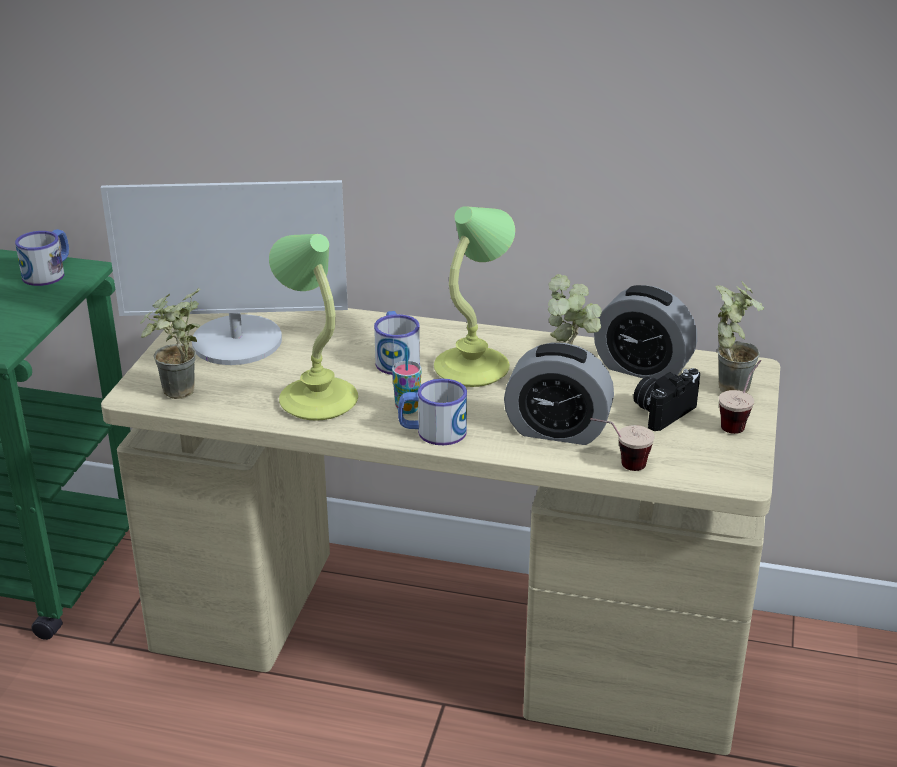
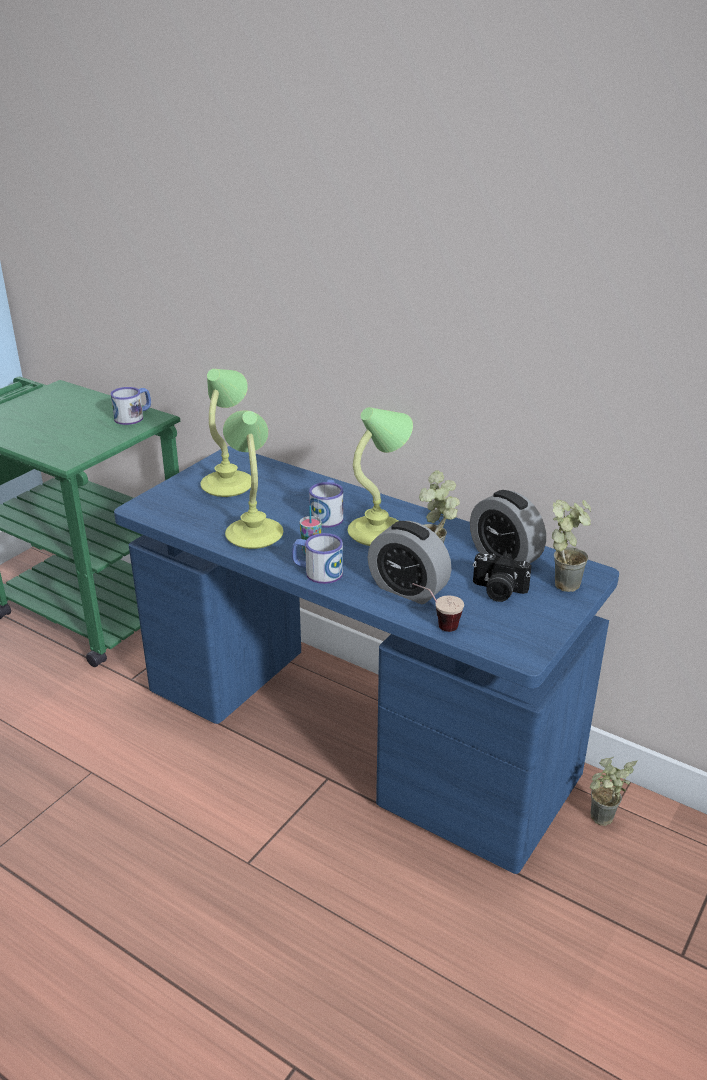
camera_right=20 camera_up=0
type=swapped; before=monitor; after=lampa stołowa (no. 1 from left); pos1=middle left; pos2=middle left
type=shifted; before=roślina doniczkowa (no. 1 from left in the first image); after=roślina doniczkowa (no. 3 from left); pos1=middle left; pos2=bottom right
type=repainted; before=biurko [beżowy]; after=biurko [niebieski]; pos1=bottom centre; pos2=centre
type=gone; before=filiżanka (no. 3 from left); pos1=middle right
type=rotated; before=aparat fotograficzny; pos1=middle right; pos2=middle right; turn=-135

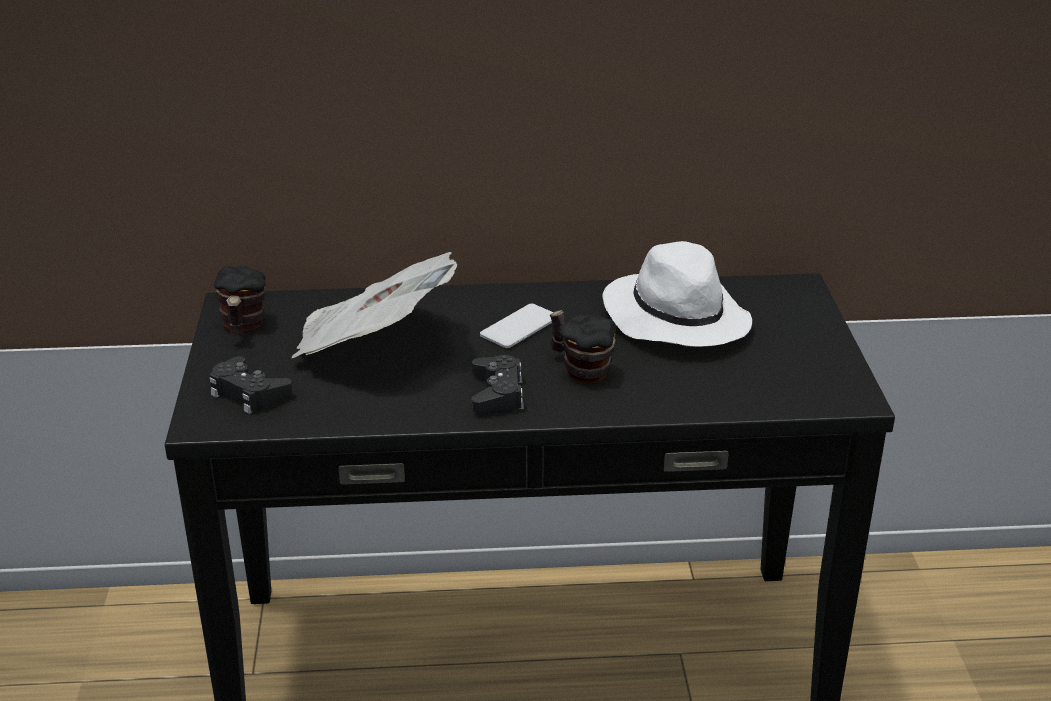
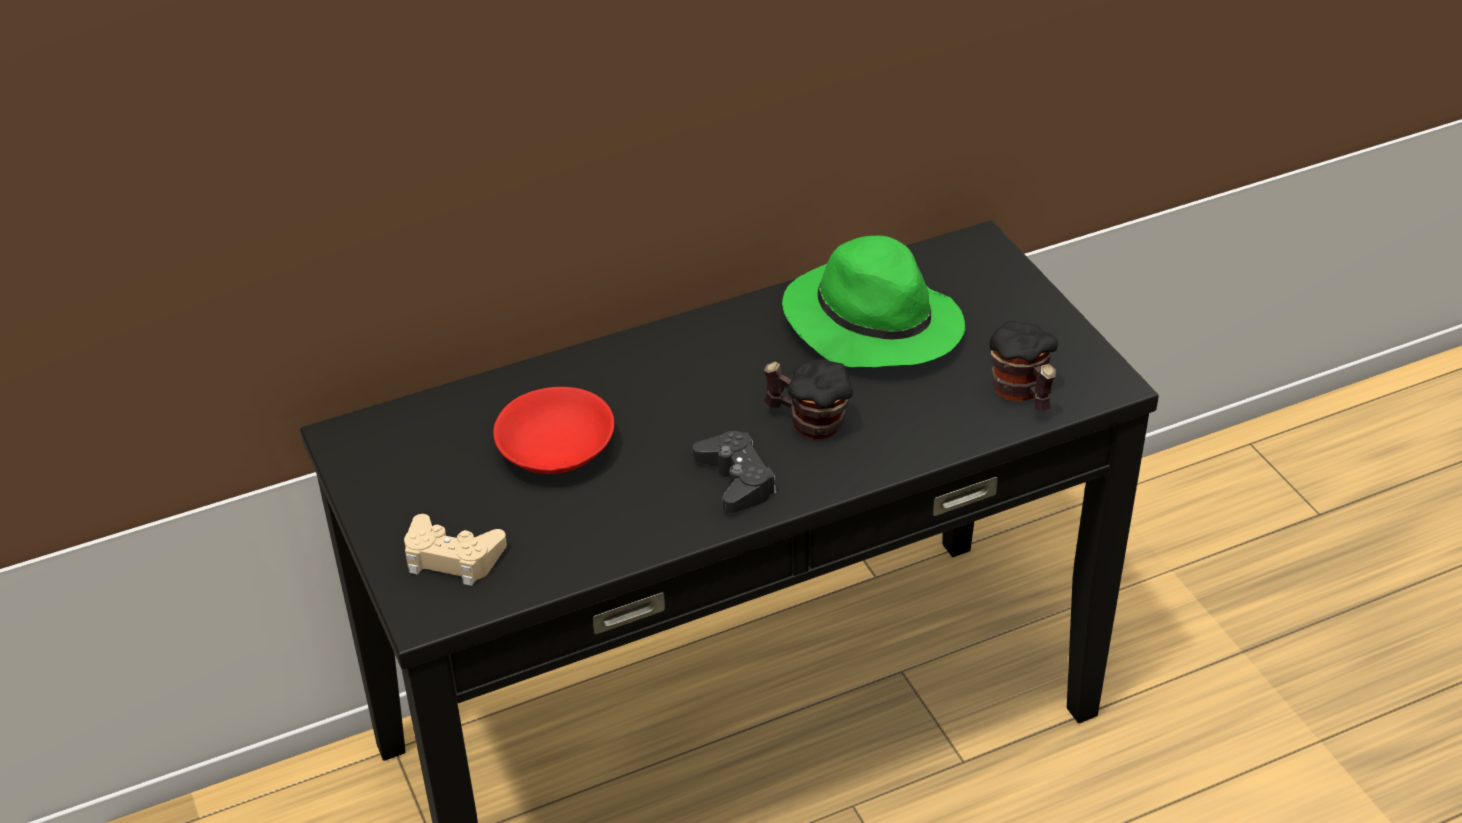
camera_right=-20 camera_up=10
type=repainted; before=kapelusz [biały]; after=kapelusz [zielony]; pos1=centre; pos2=centre
type=swapped; before=gazeta; after=miska [czerwony]; pos1=centre; pos2=centre
type=shifted; before=kubek (no. 1 from left in the first image); after=kubek (no. 2 from left); pos1=middle left; pos2=middle right
type=gone; before=telefon; pos1=centre
type=repainted; before=pad do gier [czarny] (no. 1 from left); after=pad do gier [beżowy]; pos1=middle left; pos2=bottom left

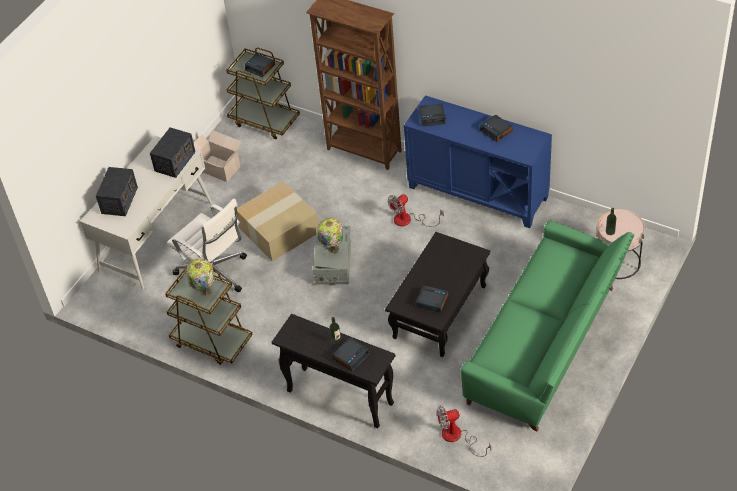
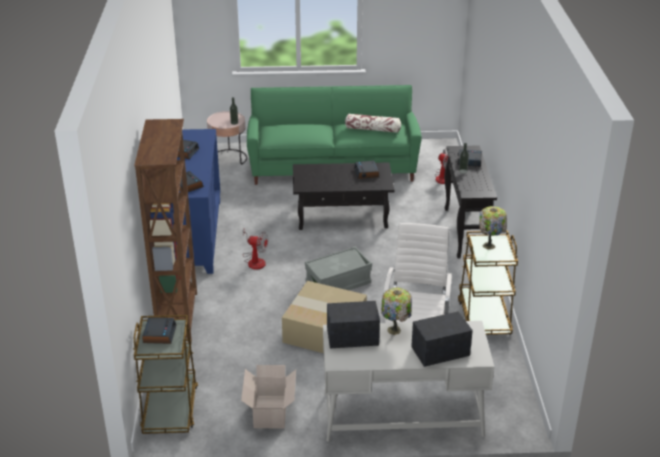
camera_right=-125 camera_up=-15
type=shifted; before=lampa stołowa (no. 2 from left in the first image); after=lampa stołowa (no. 1 from left); pos1=centre; pos2=bottom centre
type=new; after=poduszka; pos2=top centre

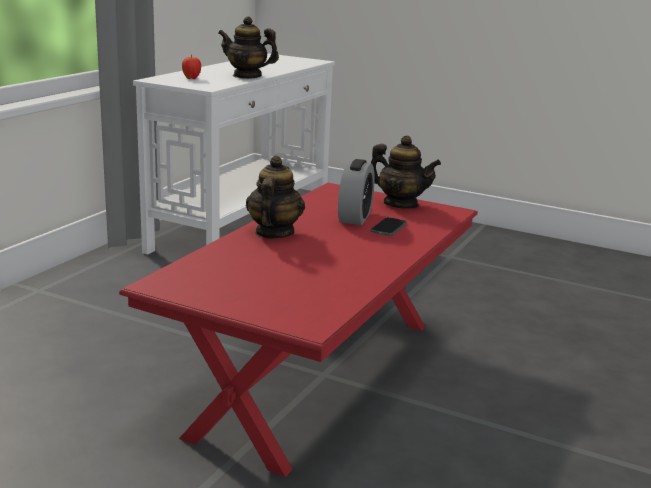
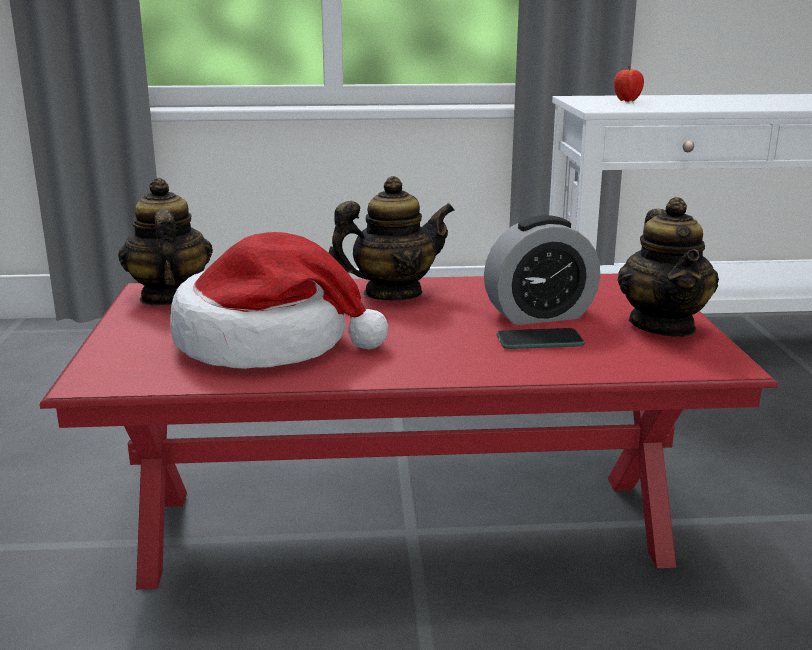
camera_right=60 camera_up=0
type=shifted; before=imbryk (no. 1 from left); pos1=top centre; pos2=middle left
type=new; after=kapelusz; pos2=centre

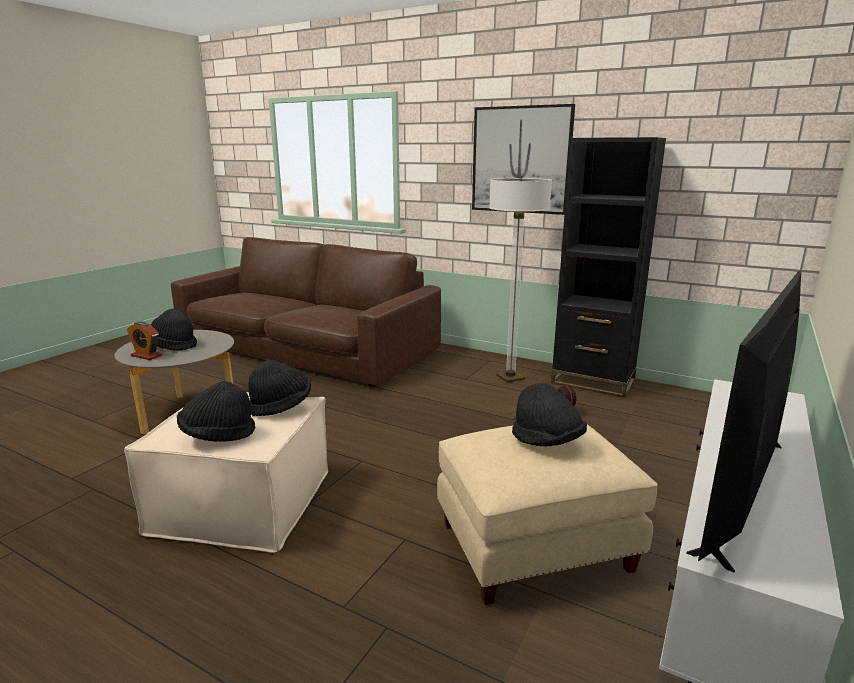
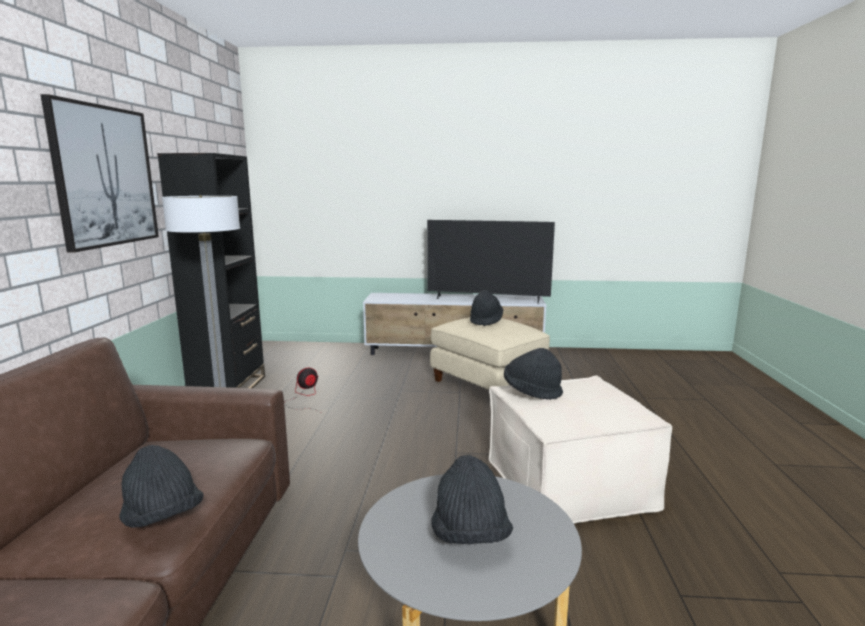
camera_right=-115 camera_up=-5
type=gone; before=budzik; pos1=middle left
type=shifted; before=kapelusz [czarny] (no. 2 from left in the first image); after=kapelusz [czarny] (no. 1 from left); pos1=middle left; pos2=bottom left

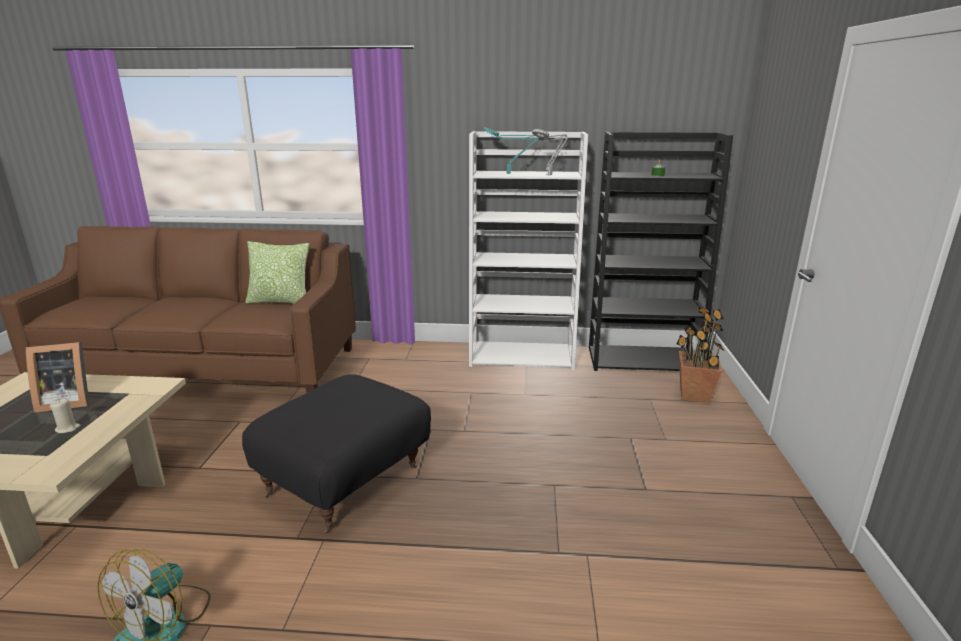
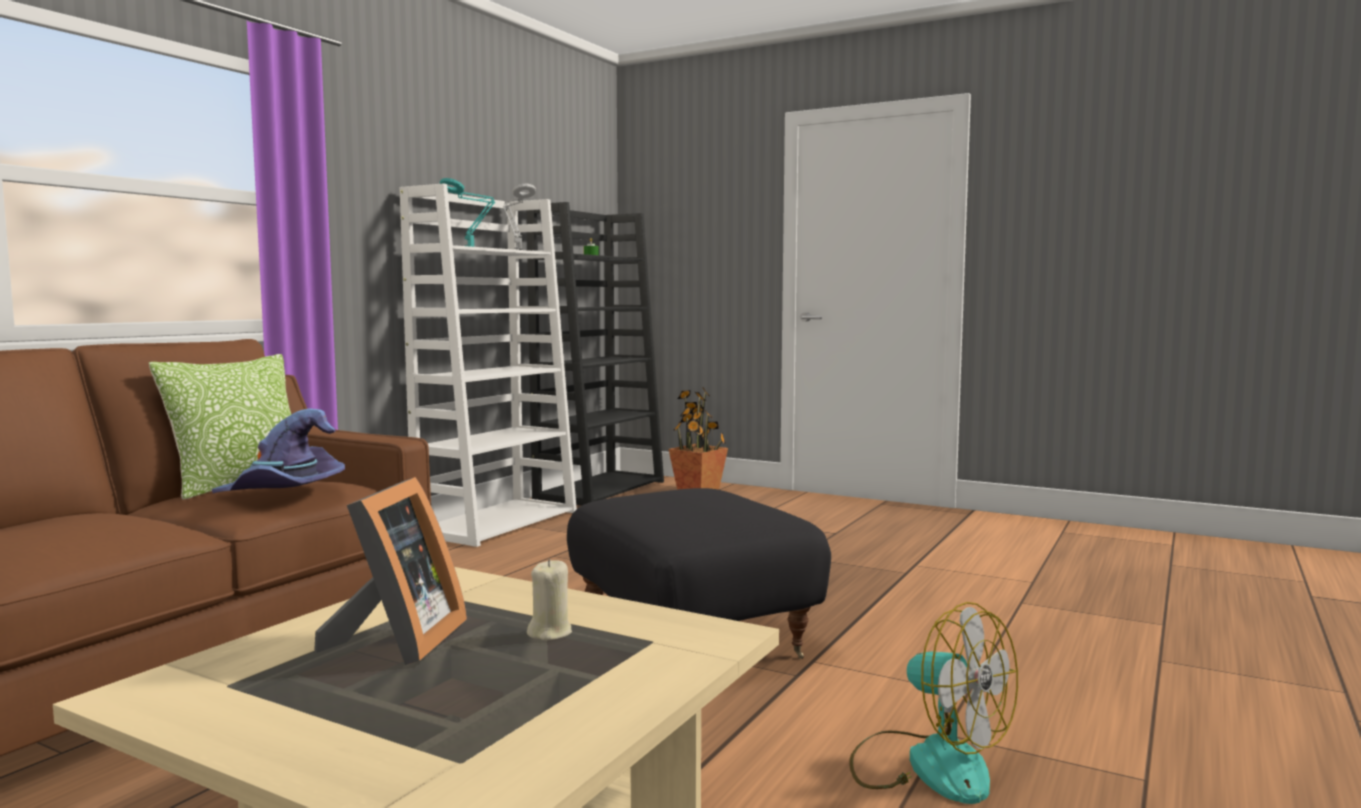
camera_right=-65 camera_up=-15
type=new; after=kapelusz [fioletowy]; pos2=middle left

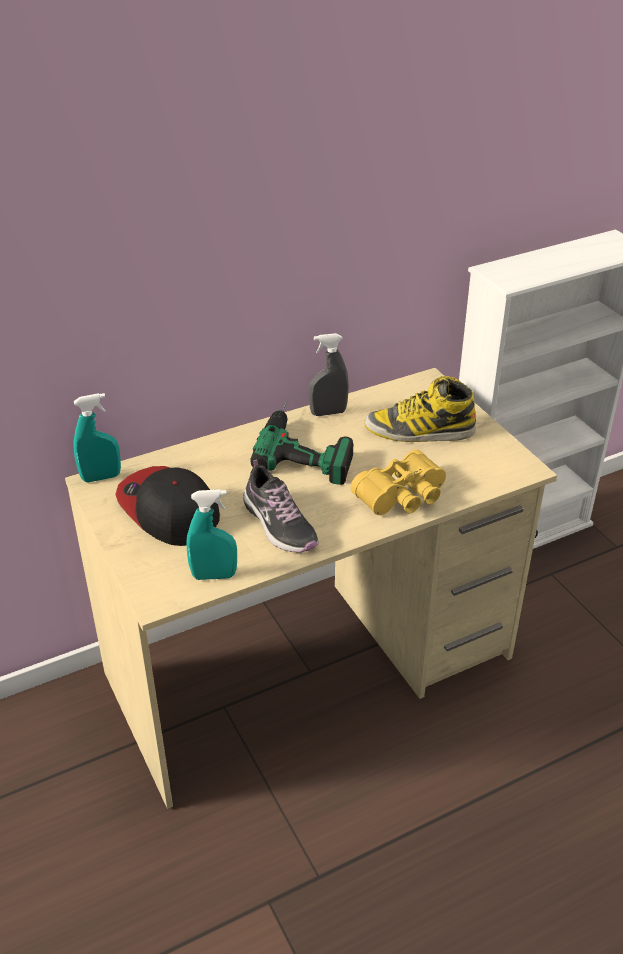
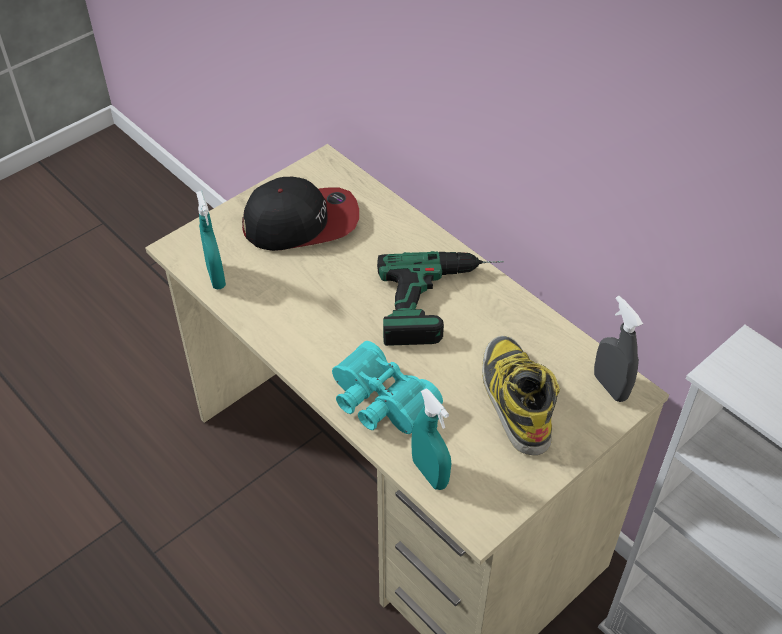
camera_right=75 camera_up=10
type=shifted; before=spryskiwacz [szary]; pos1=centre; pos2=middle right
type=shifted; before=spryskiwacz [turkusowy] (no. 1 from left in the first image); after=spryskiwacz [turkusowy] (no. 2 from left); pos1=middle left; pos2=bottom centre
type=repainted; before=lornetka [żółty]; after=lornetka [turkusowy]; pos1=centre; pos2=centre
type=gone; before=but; pos1=centre
type=rotated; before=czapka z daszkiem; pos1=middle left; pos2=centre; turn=45

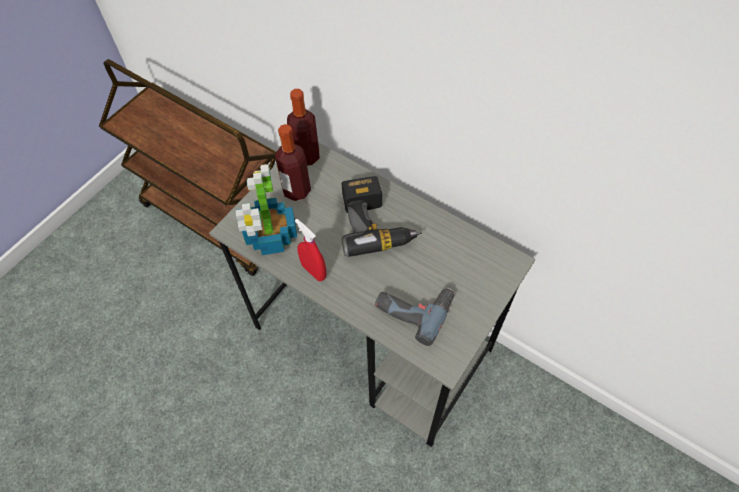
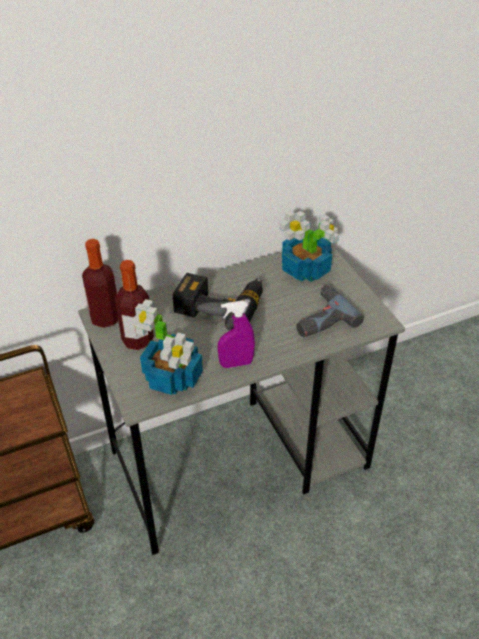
camera_right=-60 camera_up=-15
type=repainted; before=spryskiwacz [czerwony]; after=spryskiwacz [fioletowy]; pos1=centre; pos2=centre
type=new; after=roślina doniczkowa (no. 2 from left); pos2=centre

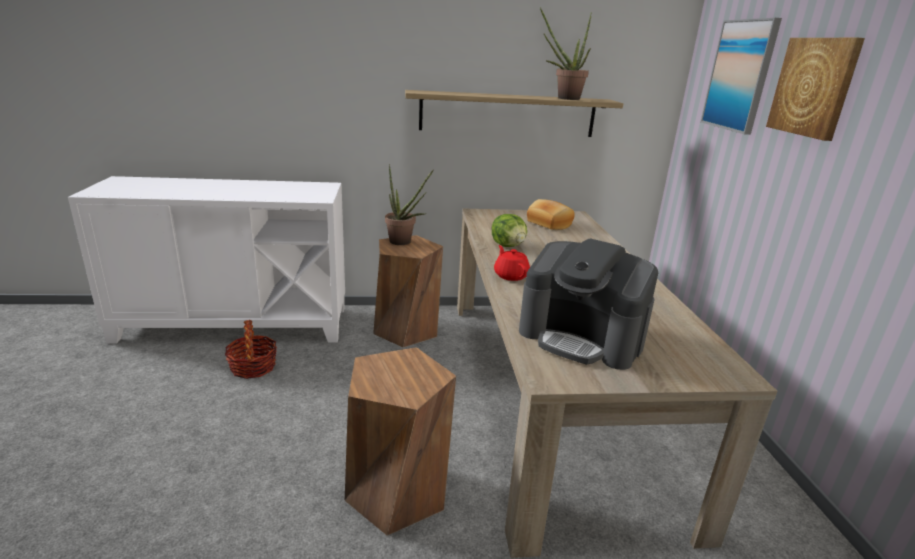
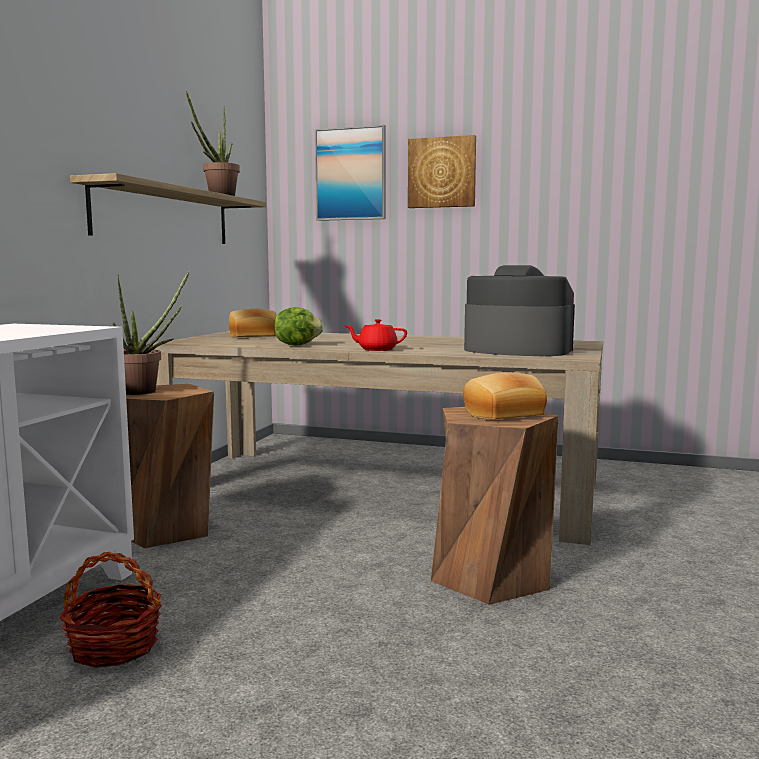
camera_right=-65 camera_up=-15
type=rotated; before=ekspres do kawy; pos1=centre; pos2=middle right; turn=-120
type=new; after=chleb (no. 2 from left); pos2=centre

